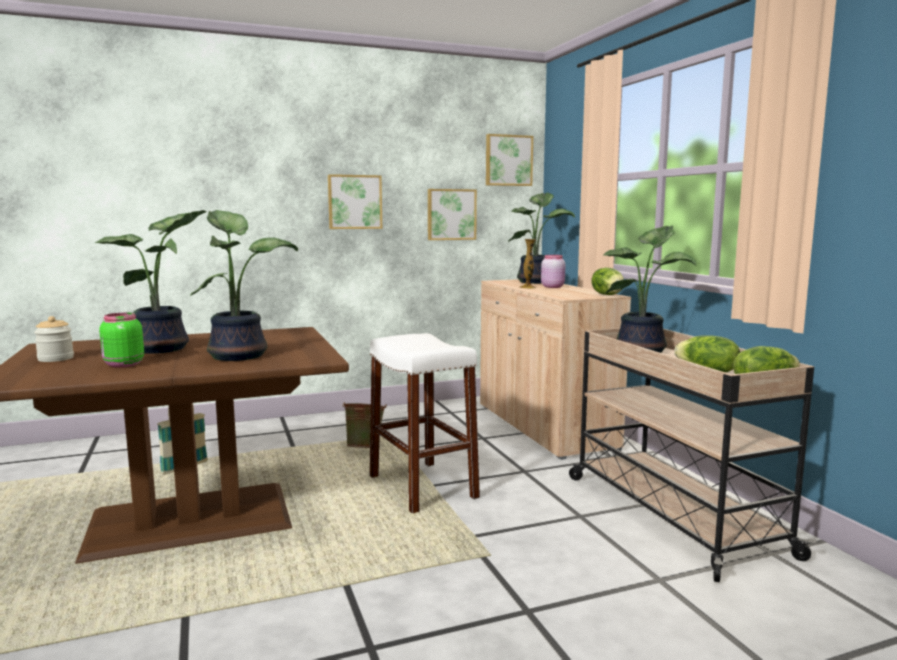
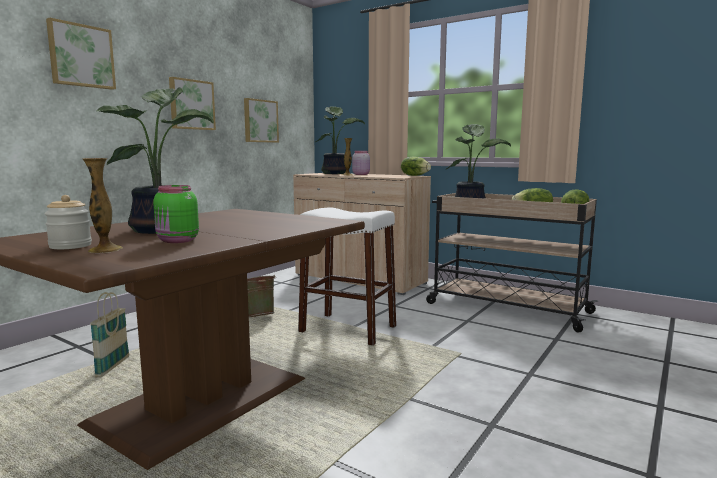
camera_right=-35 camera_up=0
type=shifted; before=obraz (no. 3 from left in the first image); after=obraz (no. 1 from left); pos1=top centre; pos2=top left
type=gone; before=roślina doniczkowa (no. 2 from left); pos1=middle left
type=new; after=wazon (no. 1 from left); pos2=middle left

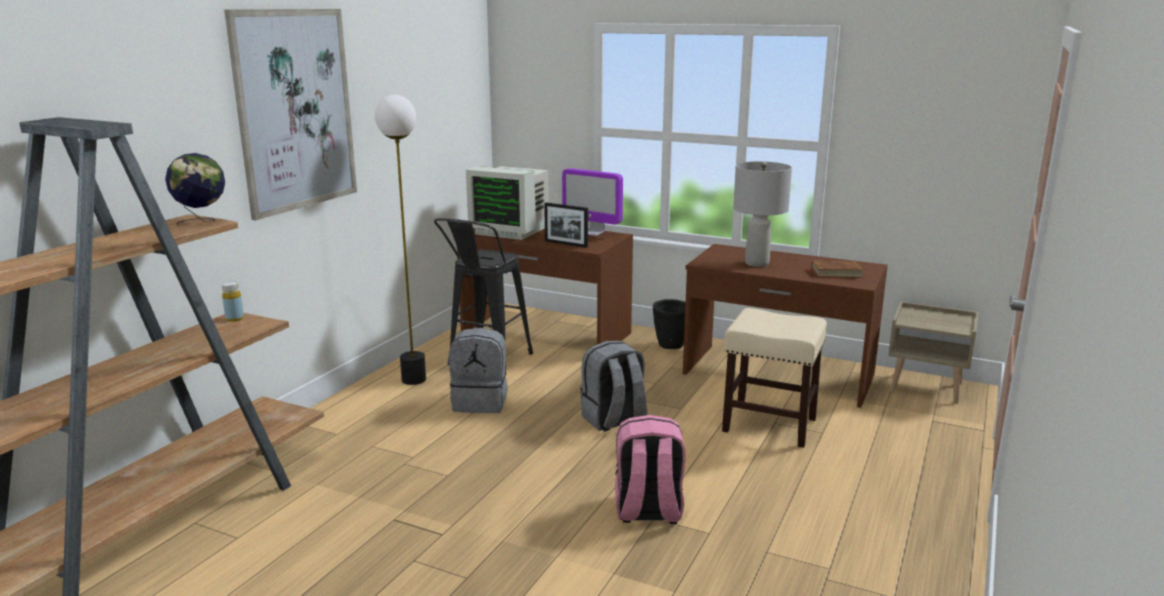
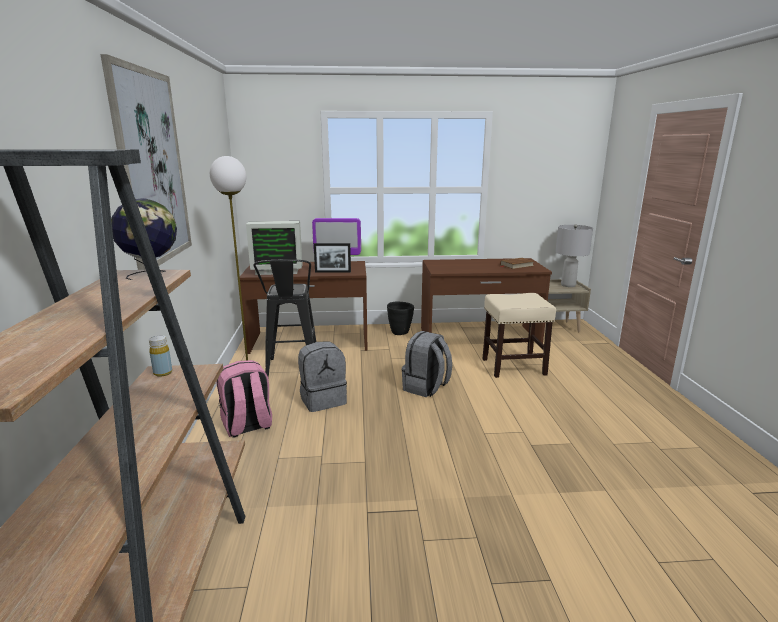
camera_right=-30 camera_up=0
type=shifted; before=lampa stołowa [szary]; pos1=centre; pos2=middle right
type=shifted; before=plecak [różowy]; pos1=bottom centre; pos2=middle left

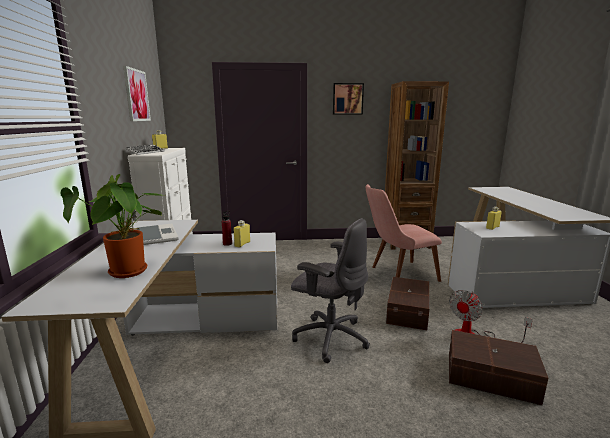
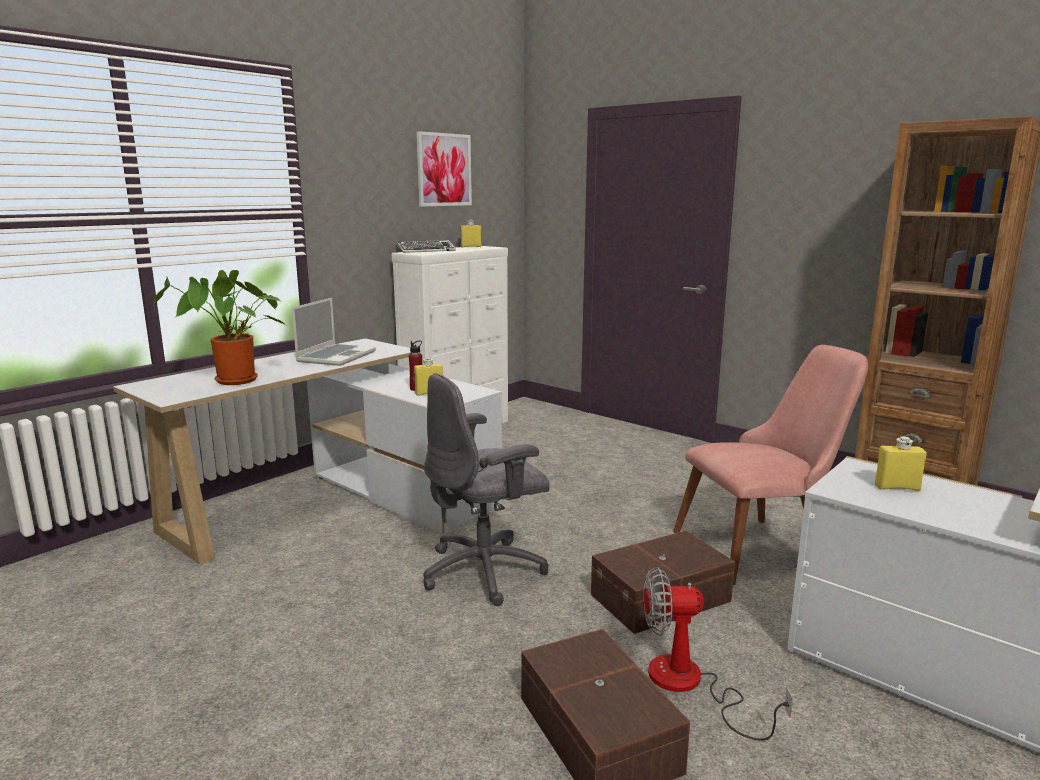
camera_right=45 camera_up=0
type=gone; before=obraz (no. 2 from left); pos1=top centre
type=rotated; before=krzesło [różowy]; pos1=centre; pos2=middle right; turn=135
type=rotated; before=krzesło biurowe [szary]; pos1=centre; pos2=centre; turn=75

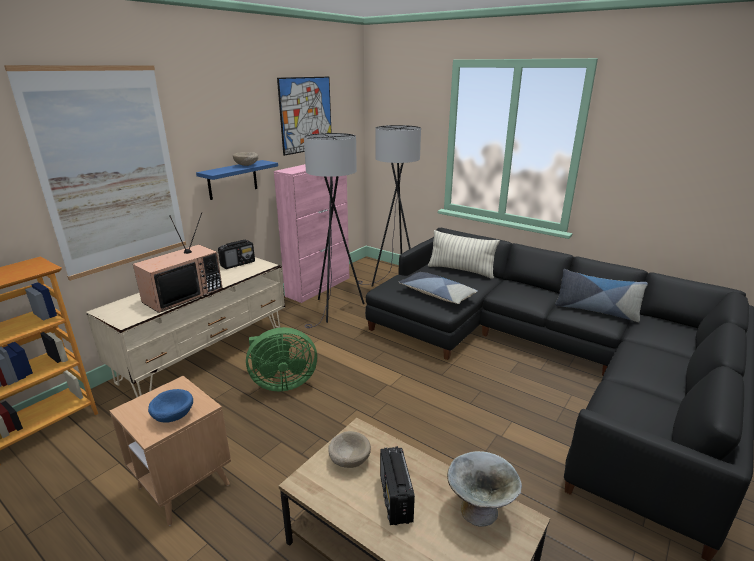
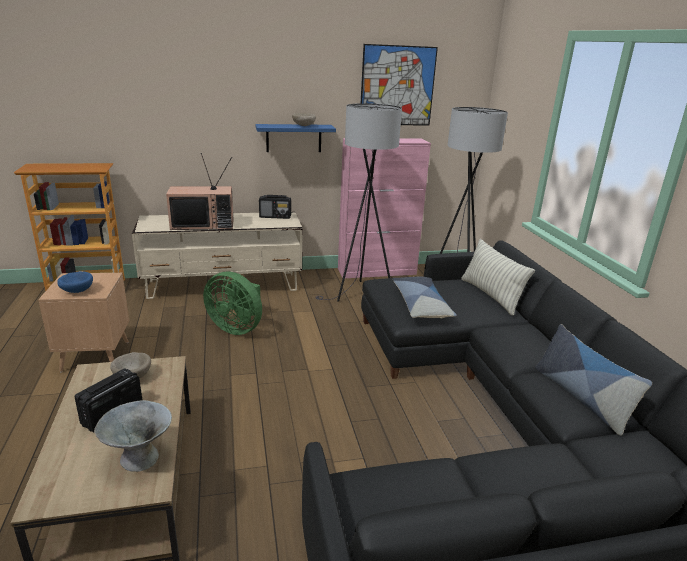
camera_right=40 camera_up=0
type=gone; before=obraz (no. 1 from left); pos1=top left

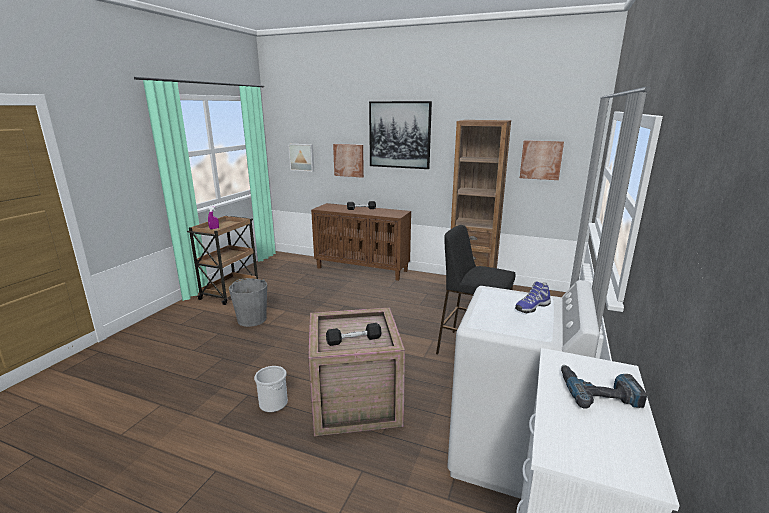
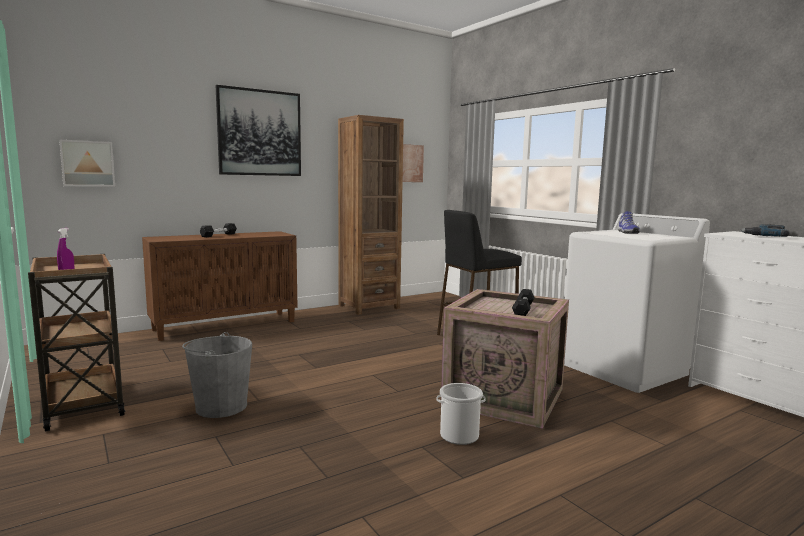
camera_right=-55 camera_up=-10
type=gone; before=obraz (no. 2 from left); pos1=top centre

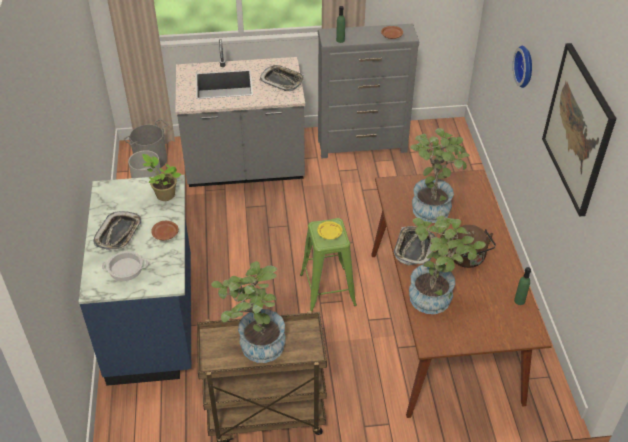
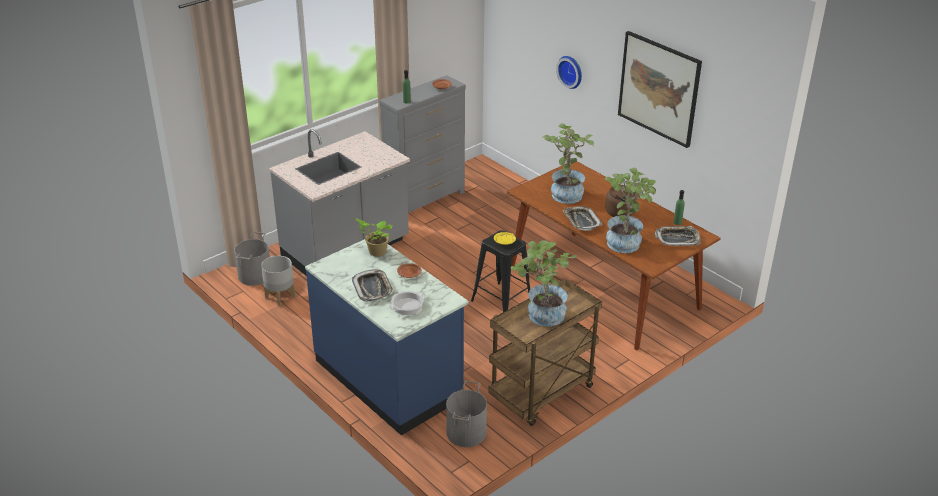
camera_right=-35 camera_up=-10
type=shifted; before=taca (no. 2 from left in the first image); after=taca (no. 3 from left); pos1=top centre; pos2=middle right
type=repainted; before=stołek [zielony]; after=stołek [czarny]; pos1=centre; pos2=centre
type=new; after=wiadro [szary] (no. 2 from left); pos2=bottom centre

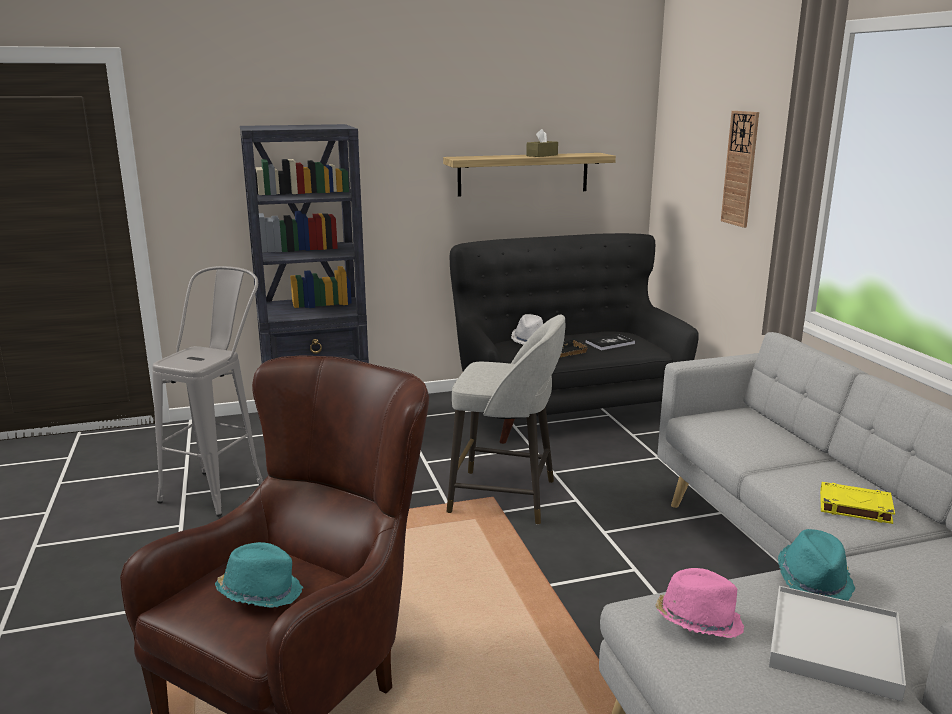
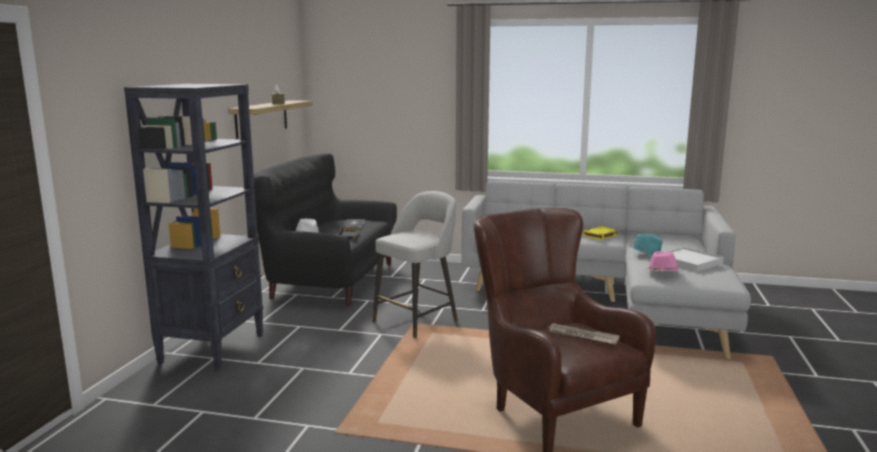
camera_right=-60 camera_up=-5
type=gone; before=zegar ścienny; pos1=top right
type=gone; before=stołek [szary] (no. 1 from left); pos1=middle left
type=swapped; before=kapelusz [turkusowy] (no. 1 from left); after=gazeta; pos1=bottom left; pos2=bottom centre

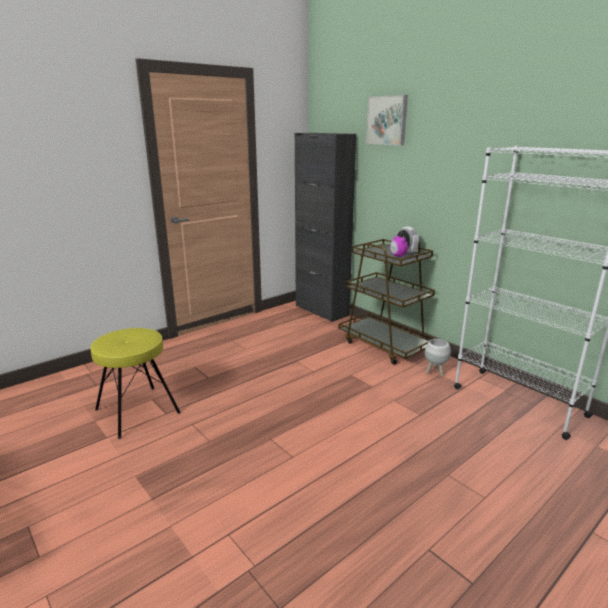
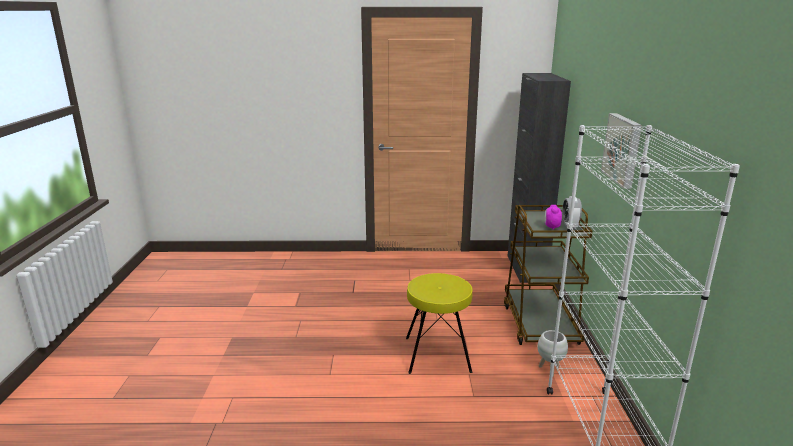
camera_right=40 camera_up=0
type=shifted; before=obraz; pos1=top centre; pos2=middle right
type=shifted; before=stołek [żółty]; pos1=middle left; pos2=bottom centre

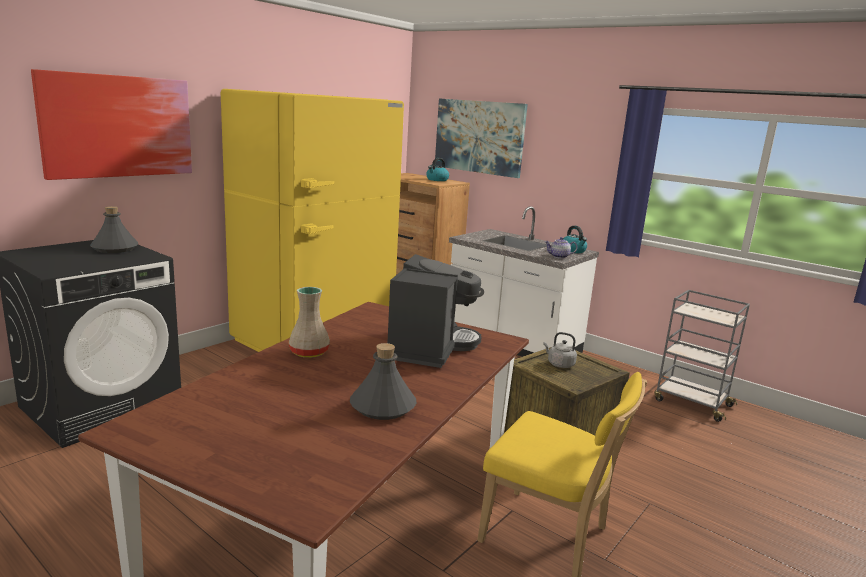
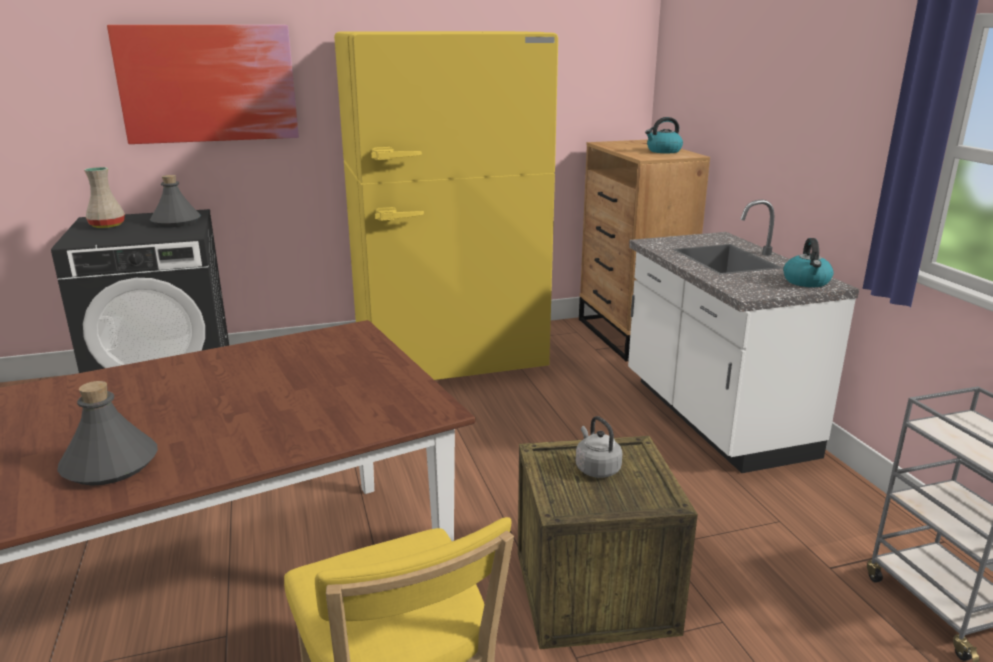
camera_right=35 camera_up=5
type=gone; before=obraz (no. 2 from left); pos1=top centre
type=gone; before=imbryk; pos1=centre
type=gone; before=ekspres do kawy; pos1=centre
type=shifted; before=wazon [beżowy]; pos1=centre; pos2=top left

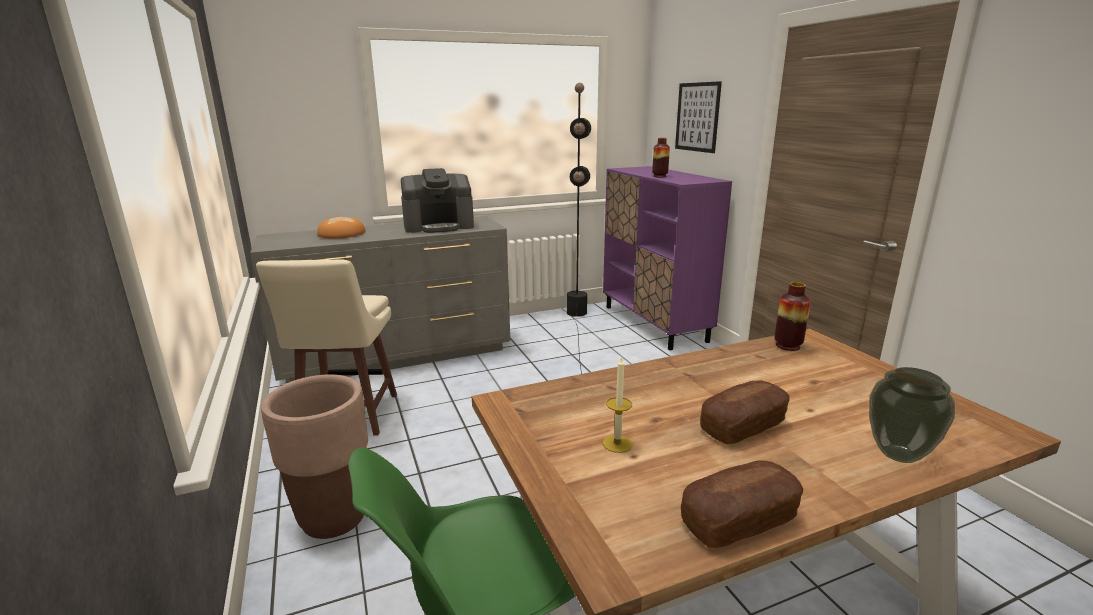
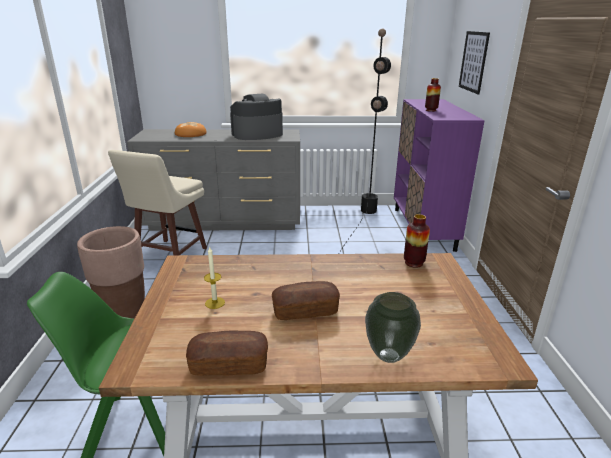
camera_right=20 camera_up=5
type=rotated; before=ekspres do kawy; pos1=top centre; pos2=top centre; turn=150

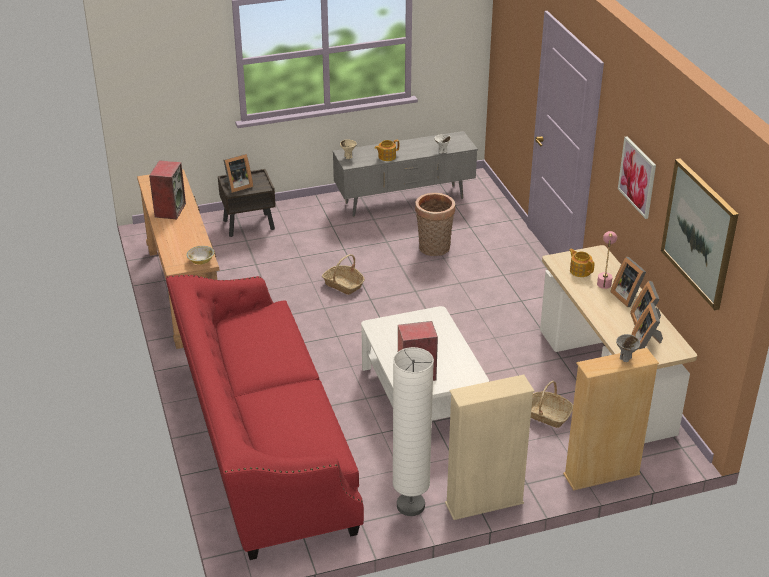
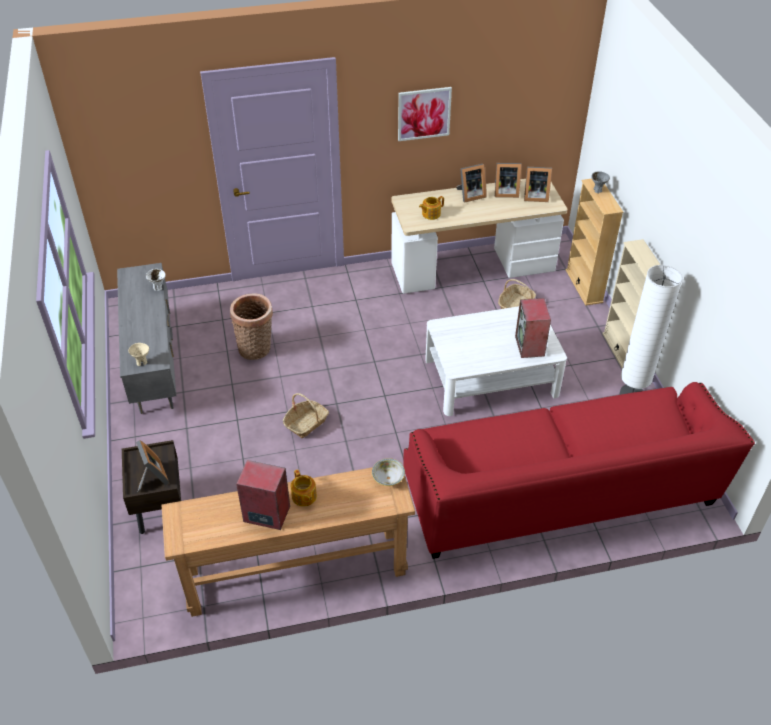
camera_right=-85 camera_up=10
type=shifted; before=imbryk (no. 1 from left); pos1=top centre; pos2=bottom centre
type=gone; before=obraz (no. 2 from left); pos1=middle right
type=gone; before=lampa stołowa [różowy]; pos1=middle right

